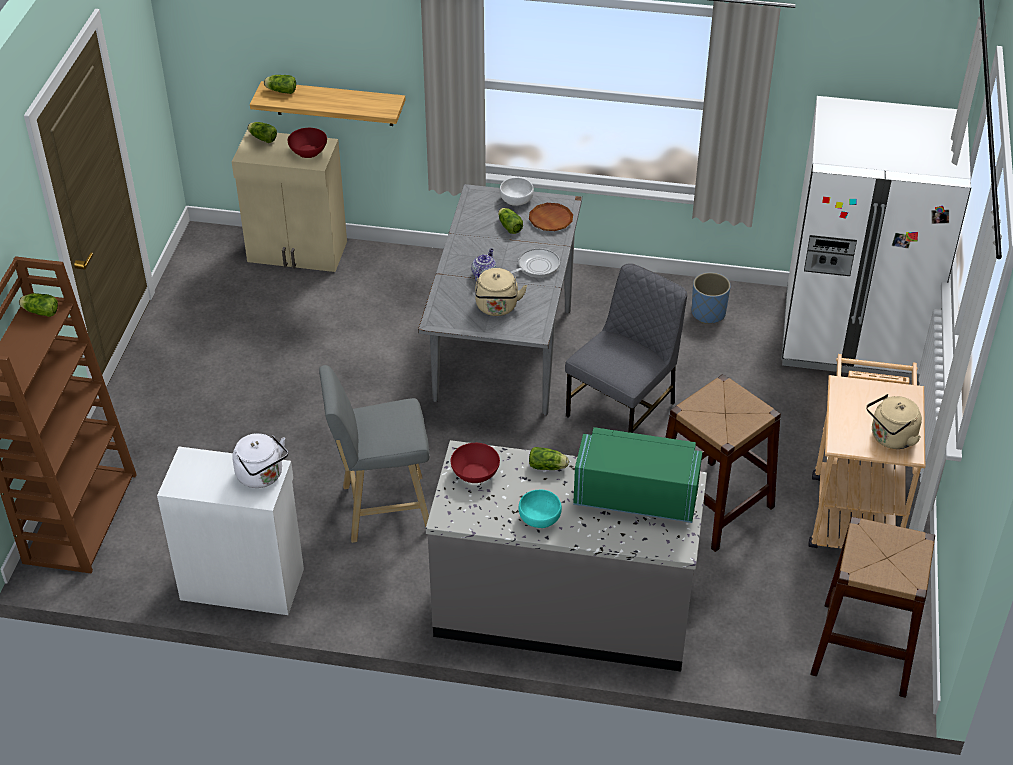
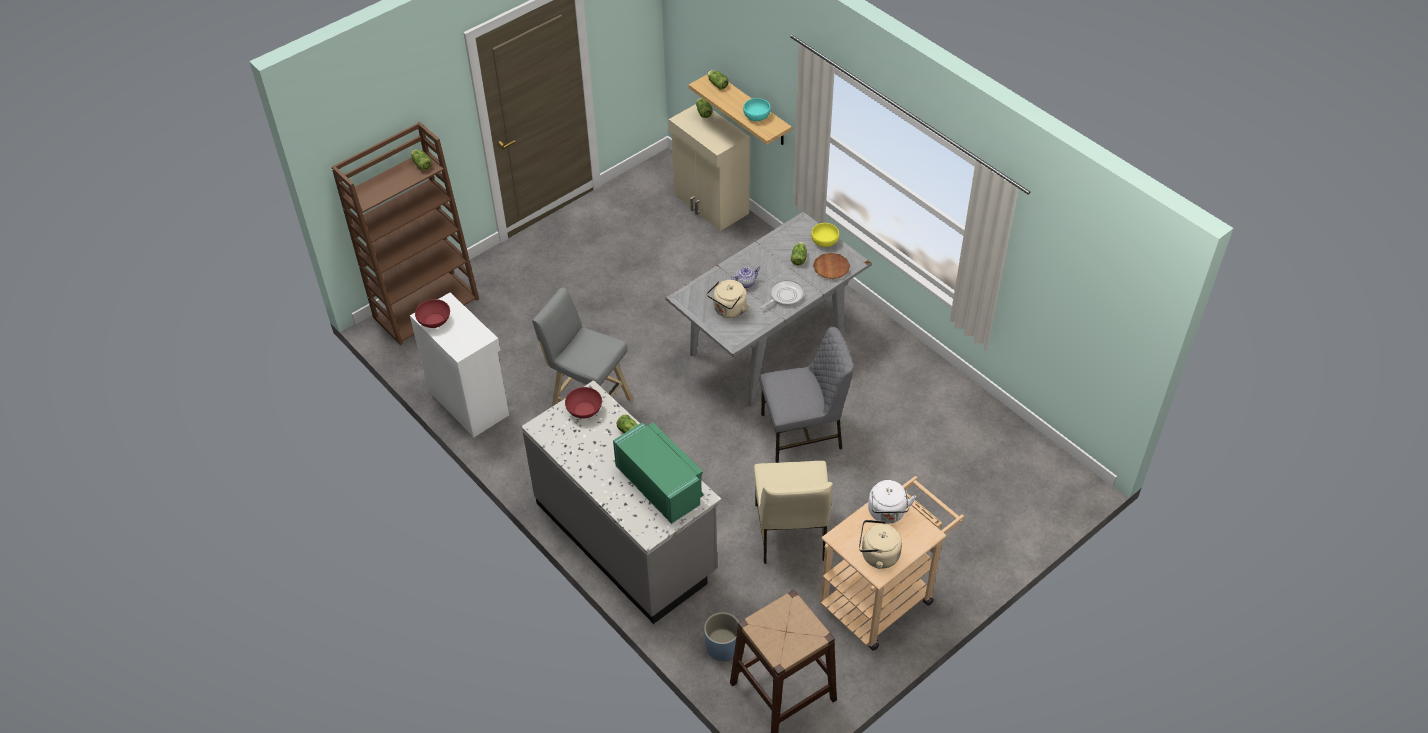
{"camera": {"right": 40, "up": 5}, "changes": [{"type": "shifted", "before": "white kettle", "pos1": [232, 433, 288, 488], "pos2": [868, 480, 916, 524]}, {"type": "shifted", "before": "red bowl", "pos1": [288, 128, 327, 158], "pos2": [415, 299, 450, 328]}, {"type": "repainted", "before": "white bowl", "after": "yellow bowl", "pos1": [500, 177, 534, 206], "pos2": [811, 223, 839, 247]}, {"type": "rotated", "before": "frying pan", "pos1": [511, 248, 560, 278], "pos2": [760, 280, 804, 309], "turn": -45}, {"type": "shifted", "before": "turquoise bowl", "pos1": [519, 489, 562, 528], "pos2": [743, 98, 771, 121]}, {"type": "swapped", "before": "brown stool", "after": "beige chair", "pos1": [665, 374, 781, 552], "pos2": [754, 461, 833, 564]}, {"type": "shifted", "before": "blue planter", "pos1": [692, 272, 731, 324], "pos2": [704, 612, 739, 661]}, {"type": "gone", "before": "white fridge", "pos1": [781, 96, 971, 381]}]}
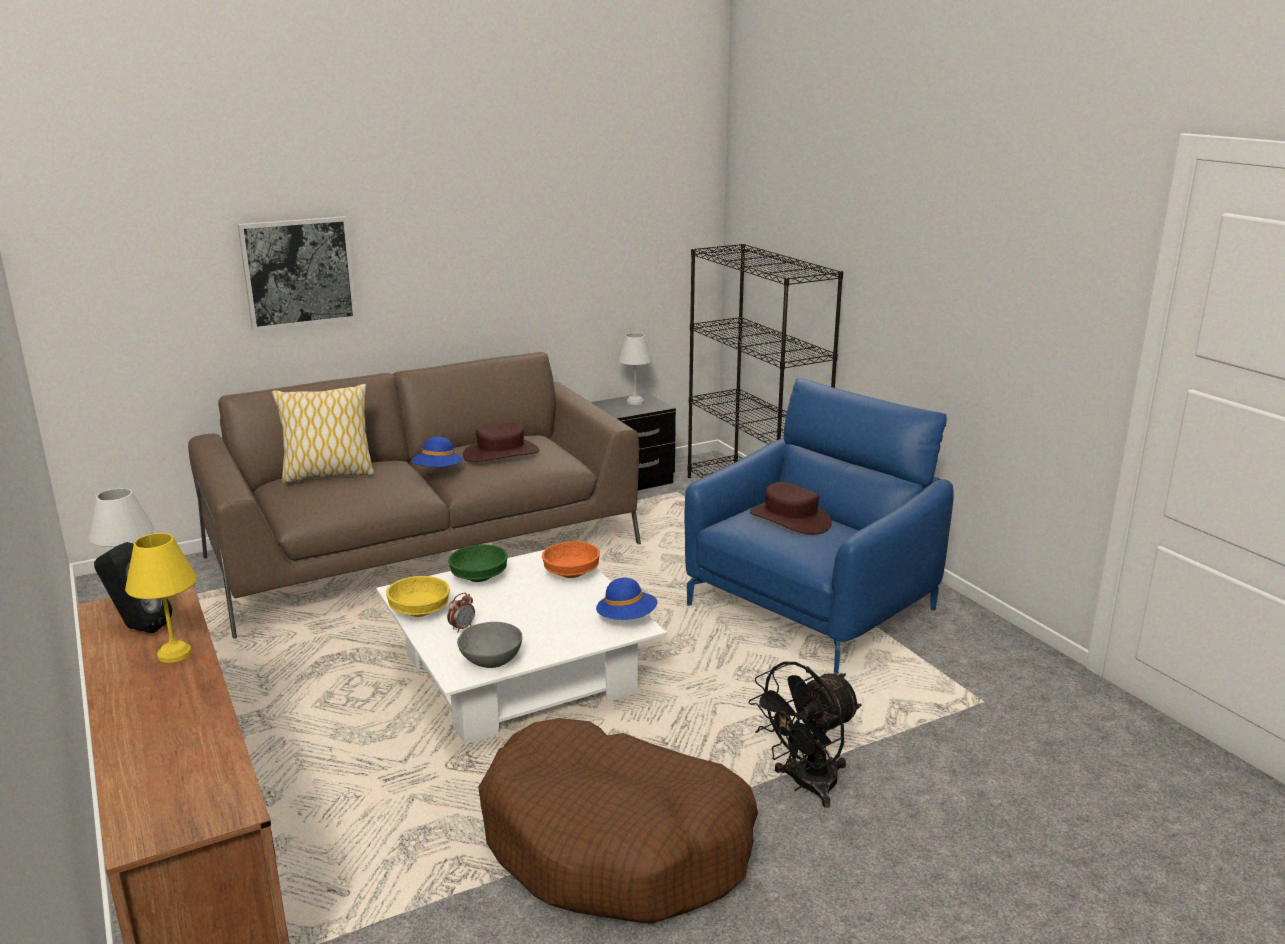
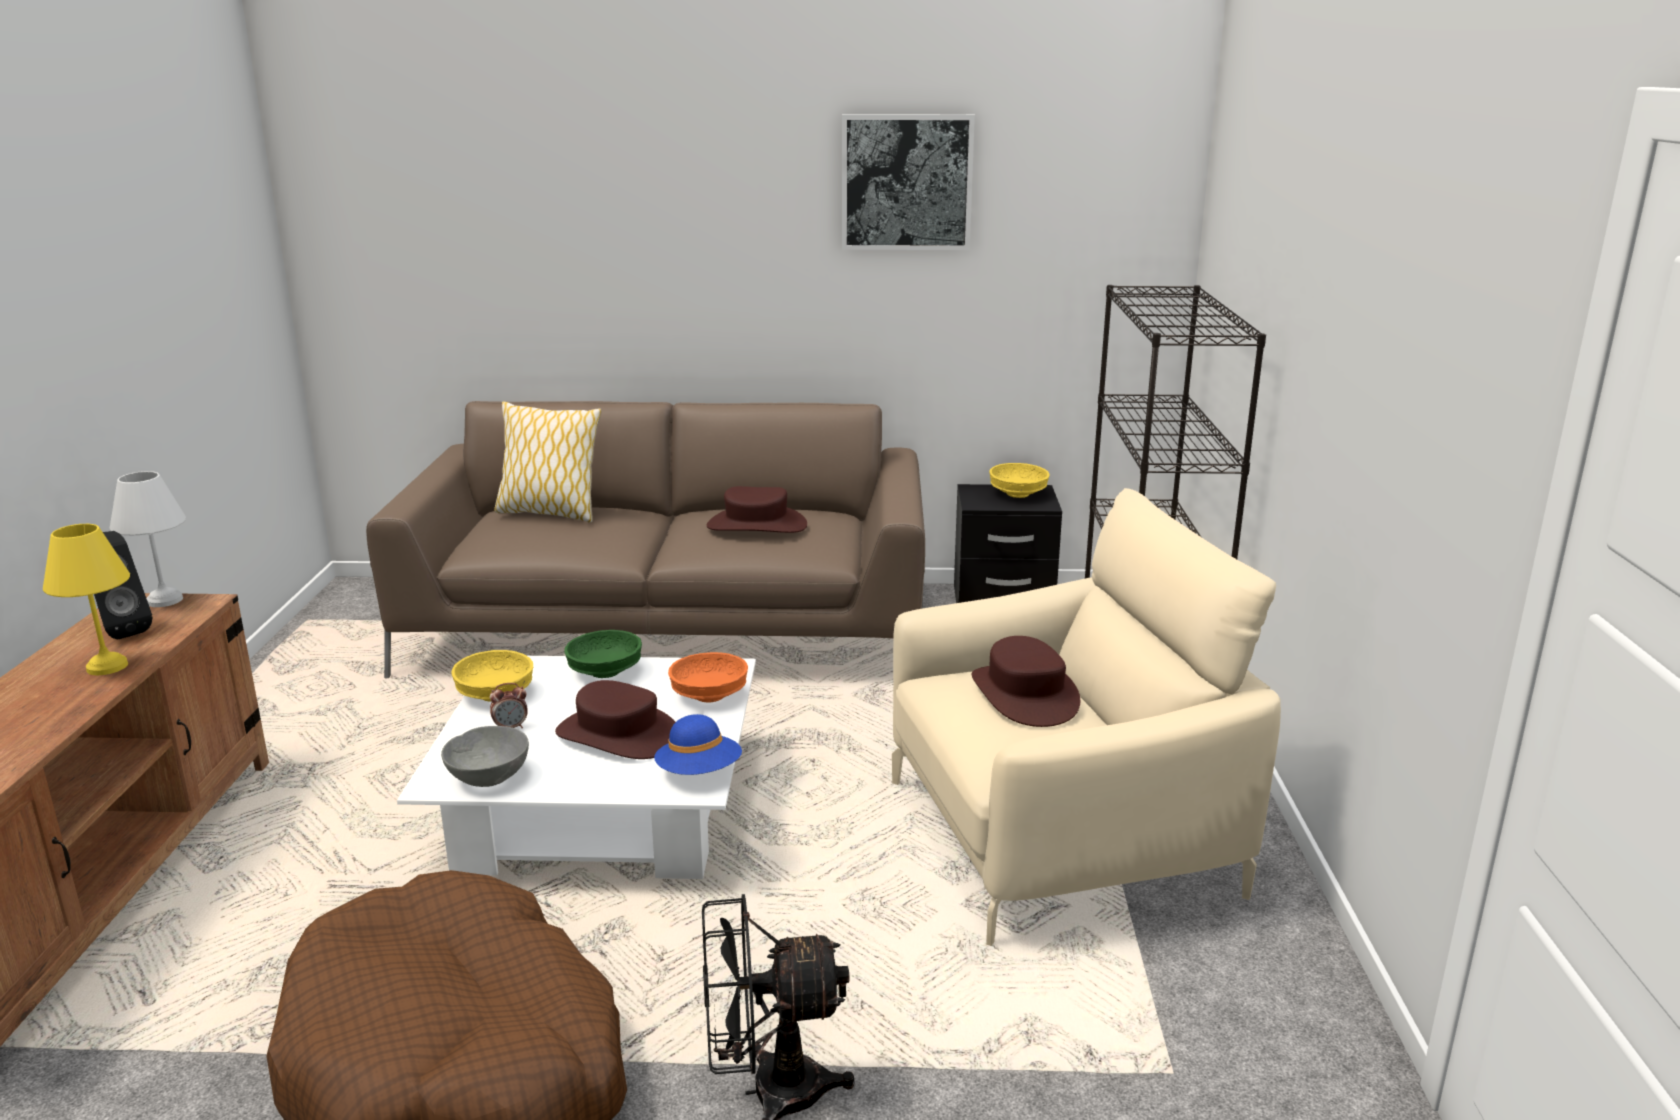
{"camera": {"right": 30, "up": 0}, "changes": [{"type": "shifted", "before": "picture", "pos1": [238, 216, 357, 331], "pos2": [842, 114, 975, 250]}, {"type": "gone", "before": "blue hat", "pos1": [411, 437, 463, 467]}, {"type": "swapped", "before": "white table lamp", "after": "yellow bowl", "pos1": [617, 333, 653, 405], "pos2": [989, 463, 1050, 498]}, {"type": "repainted", "before": "blue armchair", "after": "beige armchair", "pos1": [685, 378, 953, 674], "pos2": [892, 488, 1281, 946]}, {"type": "new", "after": "brown hat", "pos2": [555, 680, 675, 759]}]}
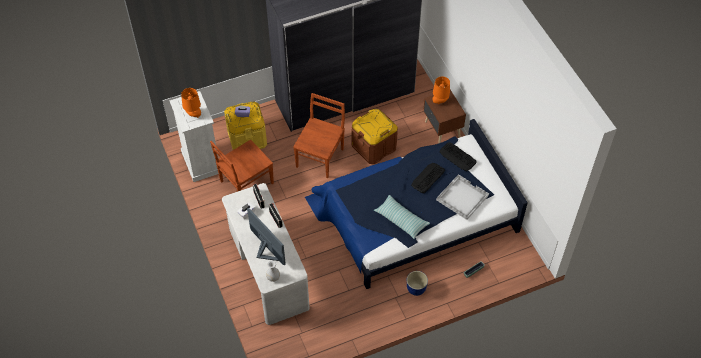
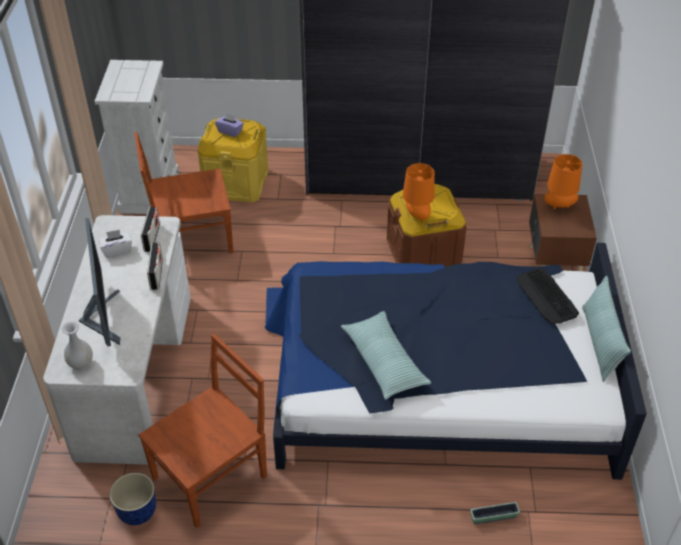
{"camera": {"right": 25, "up": -10}, "changes": [{"type": "shifted", "before": "orange table lamp", "pos1": [181, 88, 201, 118], "pos2": [403, 163, 435, 223]}, {"type": "shifted", "before": "brown chair", "pos1": [293, 93, 345, 178], "pos2": [138, 334, 267, 528]}, {"type": "shifted", "before": "planter", "pos1": [407, 271, 428, 296], "pos2": [109, 473, 156, 525]}, {"type": "gone", "before": "keyboard", "pos1": [411, 163, 445, 193]}, {"type": "gone", "before": "white tray", "pos1": [436, 174, 489, 220]}, {"type": "new", "after": "pillow", "pos2": [582, 276, 631, 382]}]}
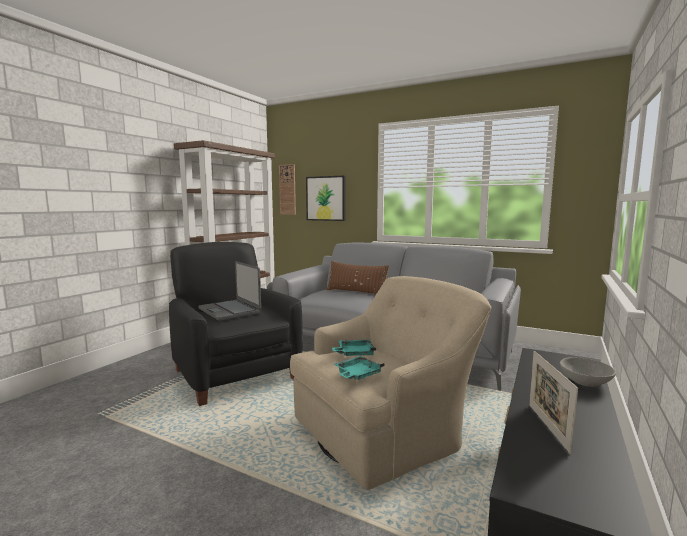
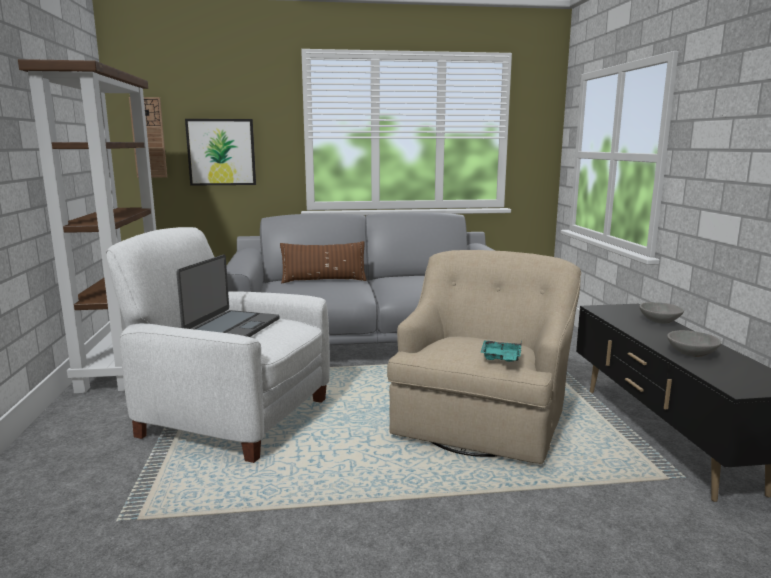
{"camera": {"right": -35, "up": 5}, "changes": [{"type": "repainted", "before": "black armchair", "after": "white armchair", "pos1": [169, 242, 303, 406], "pos2": [106, 227, 330, 463]}, {"type": "rotated", "before": "laptop", "pos1": [198, 261, 261, 321], "pos2": [176, 254, 280, 337], "turn": -90}, {"type": "gone", "before": "turquoise tray", "pos1": [332, 340, 376, 356]}, {"type": "swapped", "before": "picture frame", "after": "grey bowl", "pos1": [529, 351, 578, 454], "pos2": [667, 330, 721, 357]}]}
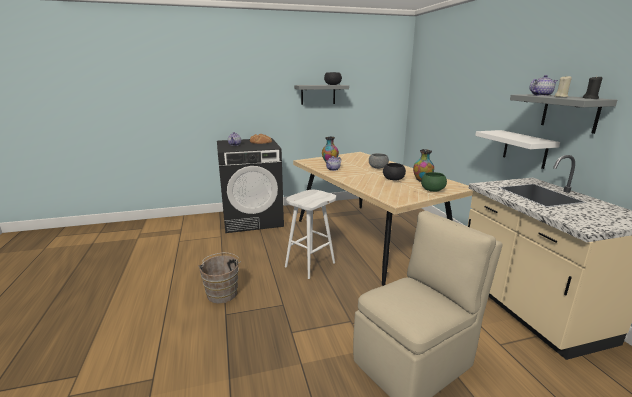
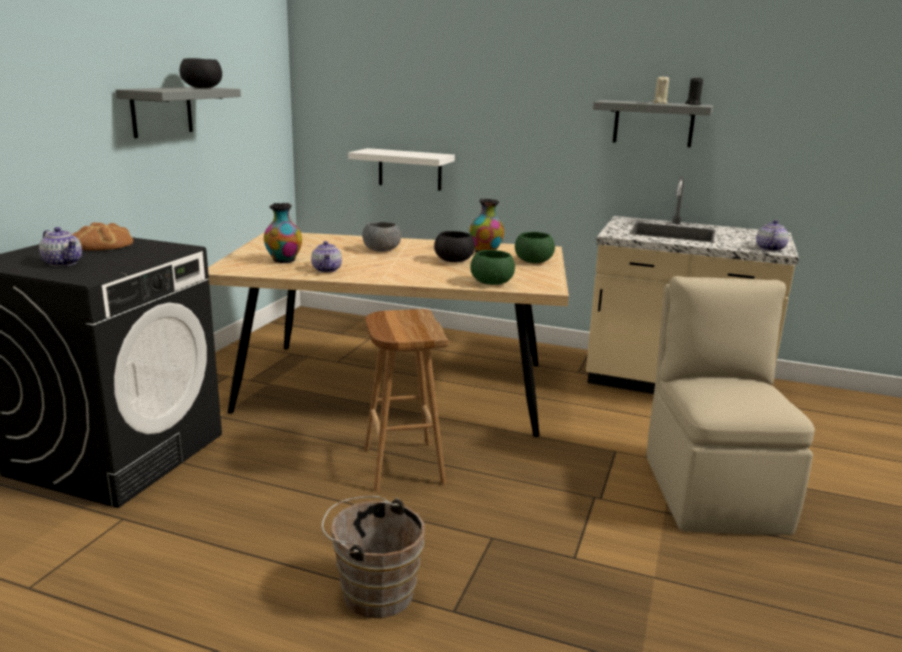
{"camera": {"right": -55, "up": 0}, "changes": [{"type": "repainted", "before": "white stool", "after": "brown stool", "pos1": [285, 190, 336, 279], "pos2": [364, 309, 449, 492]}, {"type": "shifted", "before": "white shelf", "pos1": [475, 130, 560, 169], "pos2": [348, 148, 455, 191]}, {"type": "shifted", "before": "teapot", "pos1": [529, 75, 558, 96], "pos2": [756, 220, 789, 251]}, {"type": "new", "after": "green bowl", "pos2": [470, 250, 515, 285]}]}
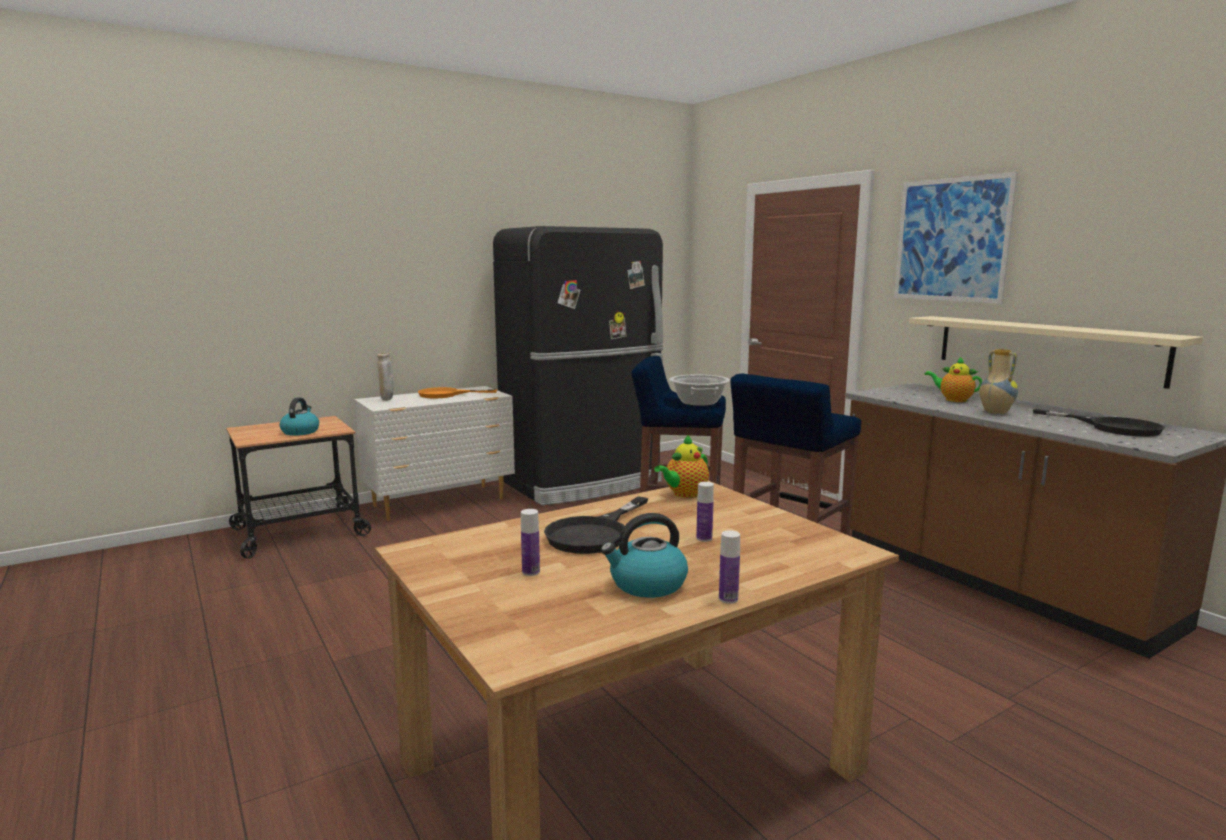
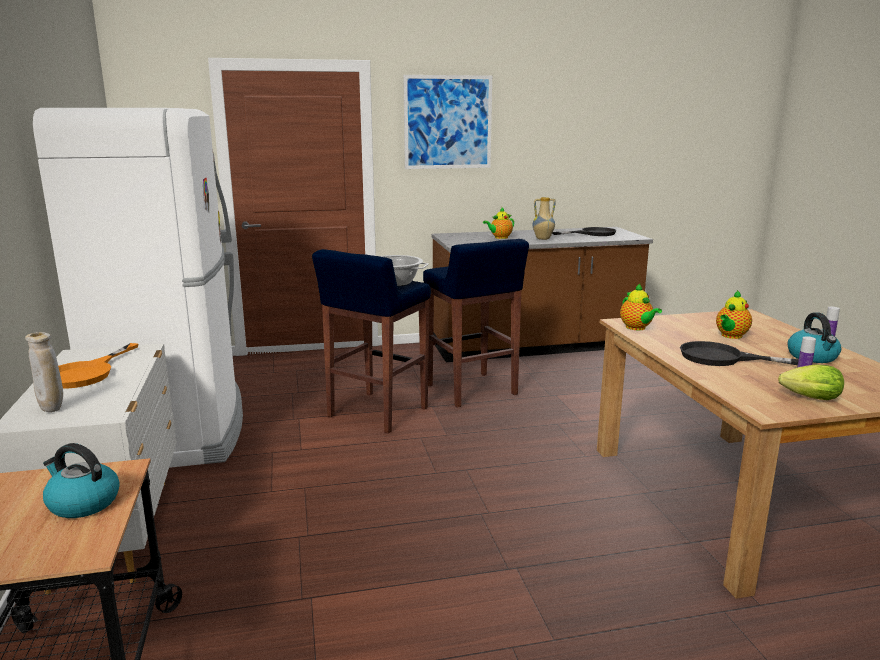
{"camera": {"right": -70, "up": 5}, "changes": [{"type": "repainted", "before": "black fridge", "after": "white fridge", "pos1": [493, 226, 663, 505], "pos2": [33, 108, 243, 468]}, {"type": "rotated", "before": "black frying pan", "pos1": [544, 496, 648, 554], "pos2": [680, 341, 799, 366], "turn": 150}, {"type": "swapped", "before": "bottle", "after": "teapot", "pos1": [696, 482, 714, 542], "pos2": [716, 290, 752, 339]}, {"type": "gone", "before": "beige shelf", "pos1": [909, 316, 1203, 389]}, {"type": "new", "after": "lettuce", "pos2": [778, 364, 844, 400]}]}
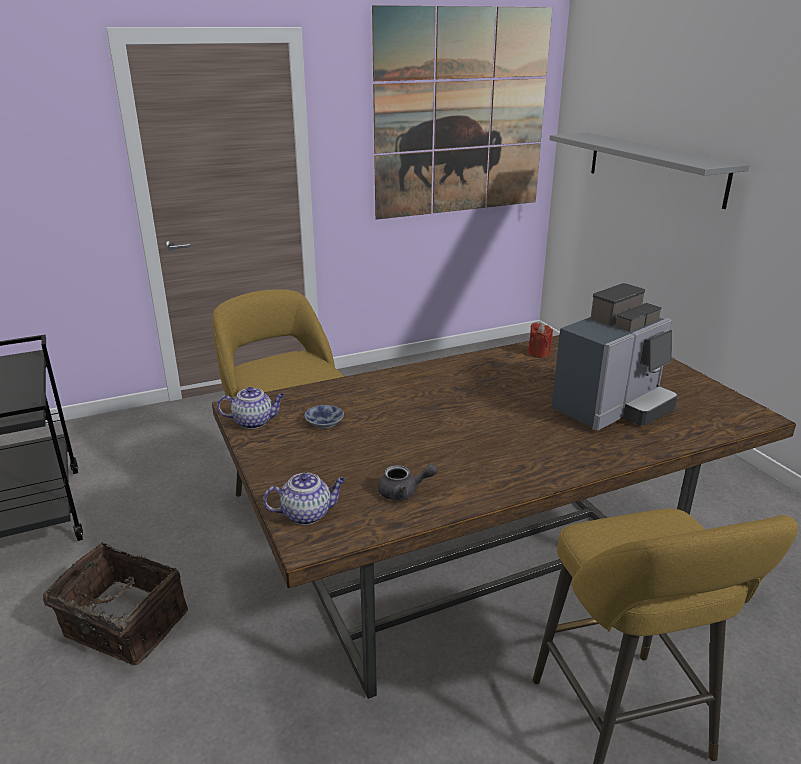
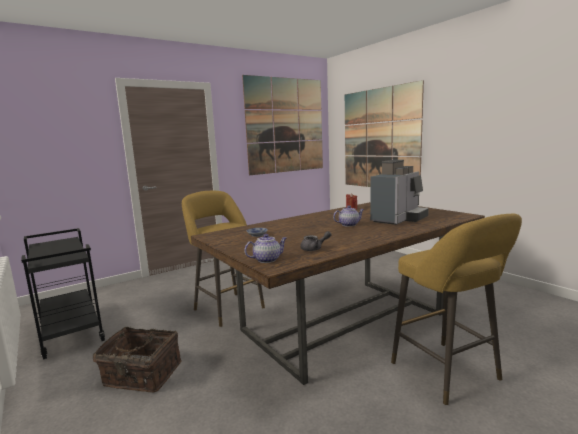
{"camera": {"right": -10, "up": -15}, "changes": [{"type": "shifted", "before": "teapot", "pos1": [217, 387, 285, 429], "pos2": [333, 205, 364, 227]}, {"type": "swapped", "before": "grey shelf", "after": "picture", "pos1": [549, 133, 750, 209], "pos2": [345, 80, 424, 187]}]}
